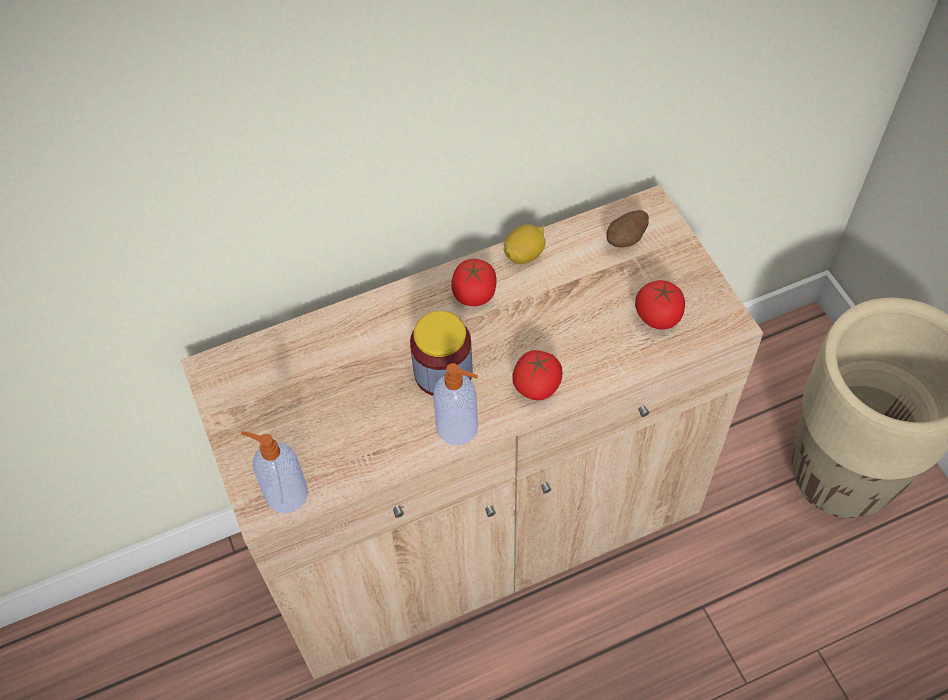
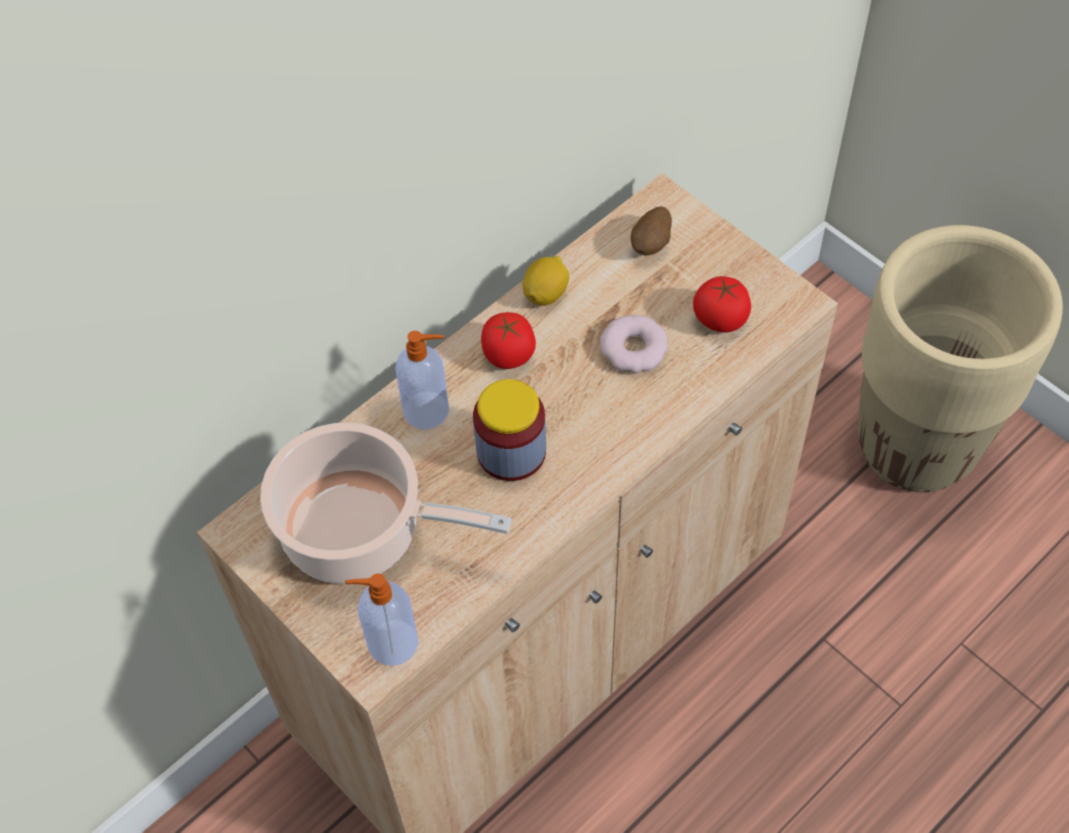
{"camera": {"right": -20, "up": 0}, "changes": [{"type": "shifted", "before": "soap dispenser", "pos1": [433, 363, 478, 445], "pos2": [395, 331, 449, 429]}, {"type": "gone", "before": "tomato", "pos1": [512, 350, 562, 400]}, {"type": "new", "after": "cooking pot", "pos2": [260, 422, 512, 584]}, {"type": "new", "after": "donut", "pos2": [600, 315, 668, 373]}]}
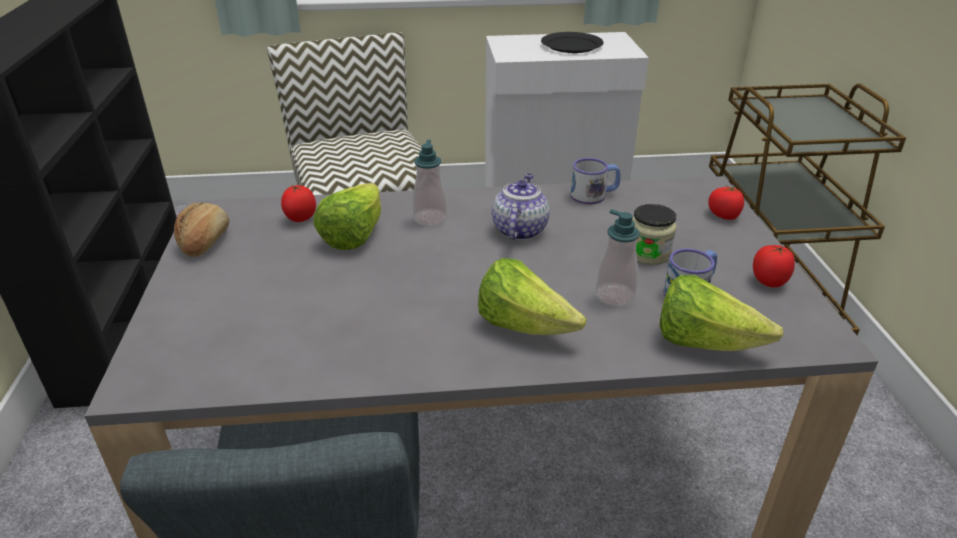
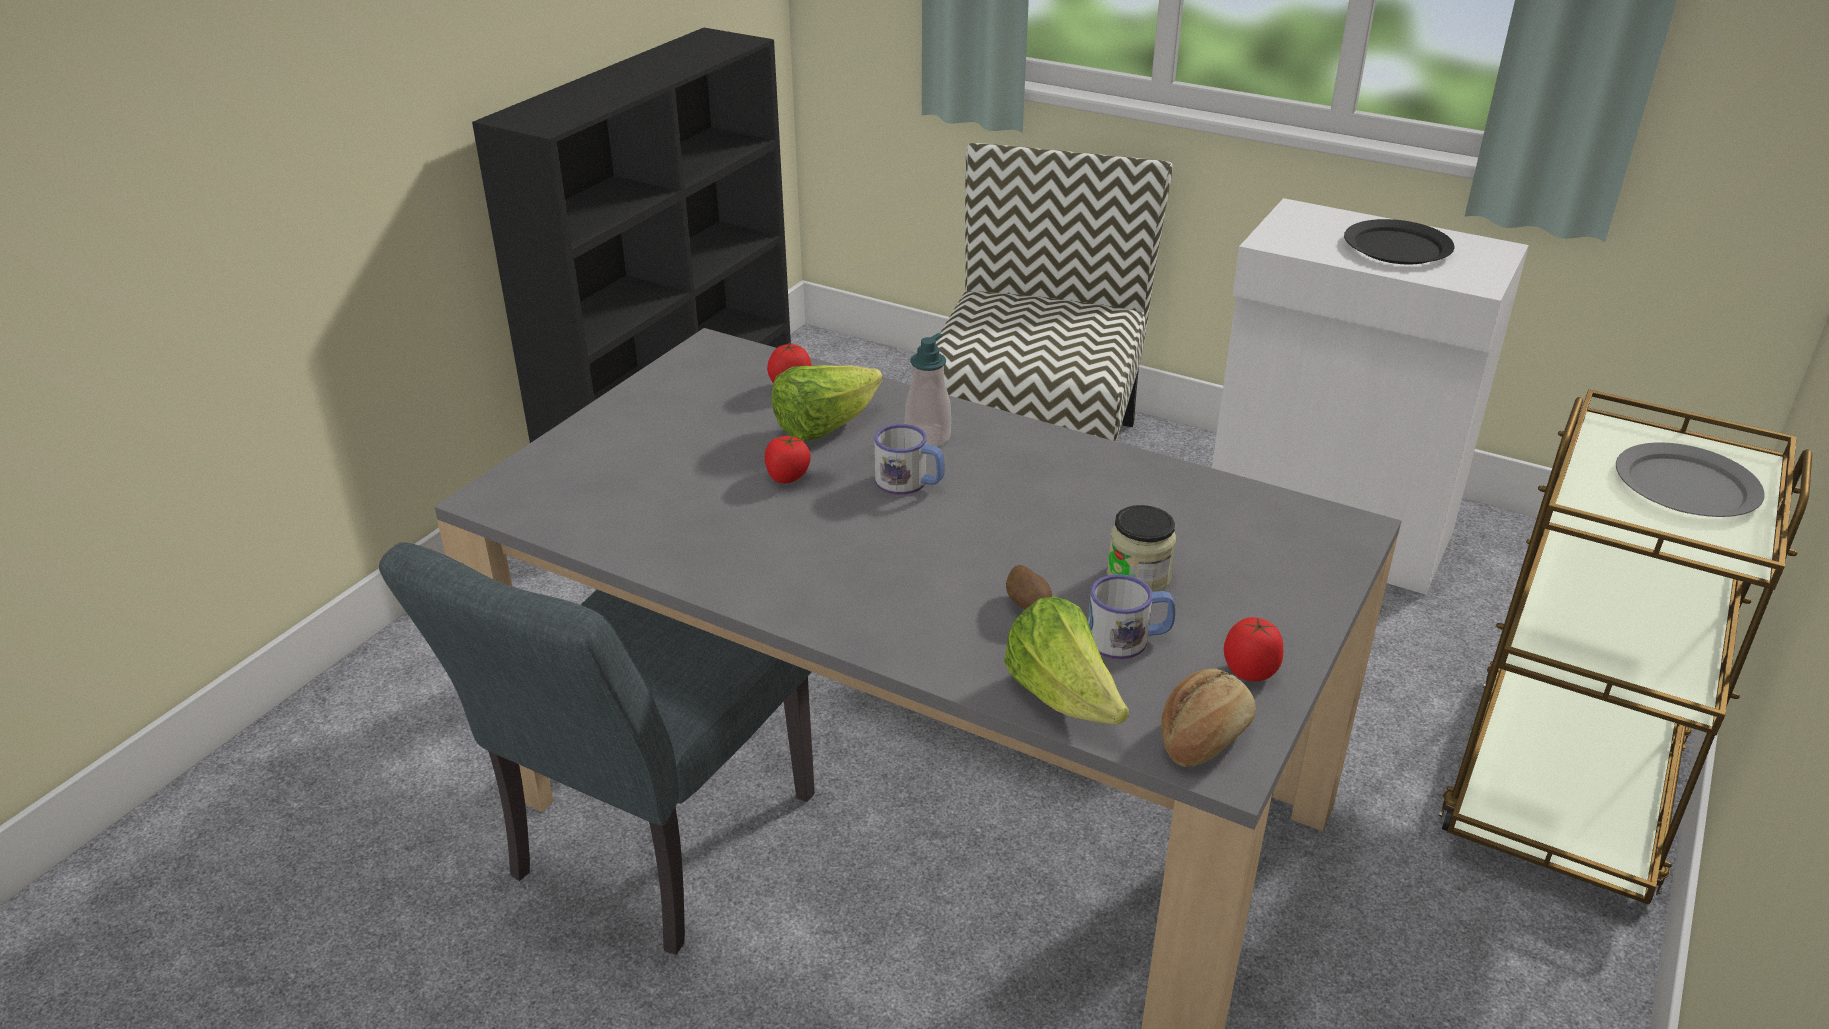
{"camera": {"right": 35, "up": 0}, "changes": [{"type": "shifted", "before": "bread", "pos1": [174, 202, 229, 257], "pos2": [1161, 669, 1256, 767]}, {"type": "gone", "before": "lettuce", "pos1": [478, 258, 587, 335]}, {"type": "gone", "before": "teapot", "pos1": [492, 174, 550, 240]}, {"type": "shifted", "before": "mug", "pos1": [571, 158, 621, 204], "pos2": [875, 424, 945, 495]}, {"type": "swapped", "before": "soap dispenser", "after": "potato", "pos1": [595, 209, 640, 307], "pos2": [1006, 565, 1052, 609]}, {"type": "shifted", "before": "tomato", "pos1": [708, 186, 744, 220], "pos2": [765, 434, 811, 484]}, {"type": "new", "after": "grey plate", "pos2": [1616, 442, 1765, 517]}]}
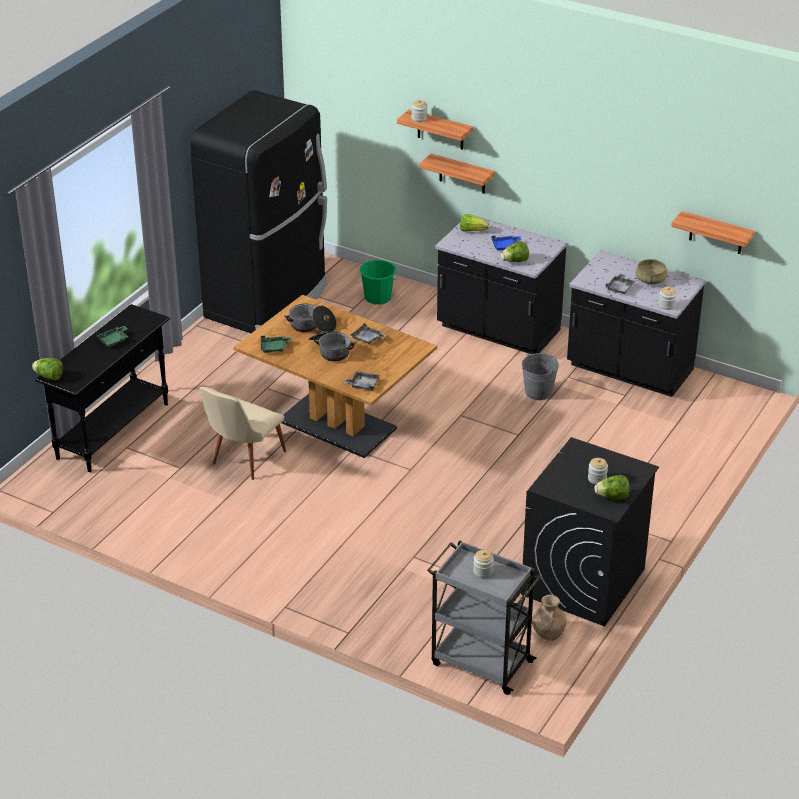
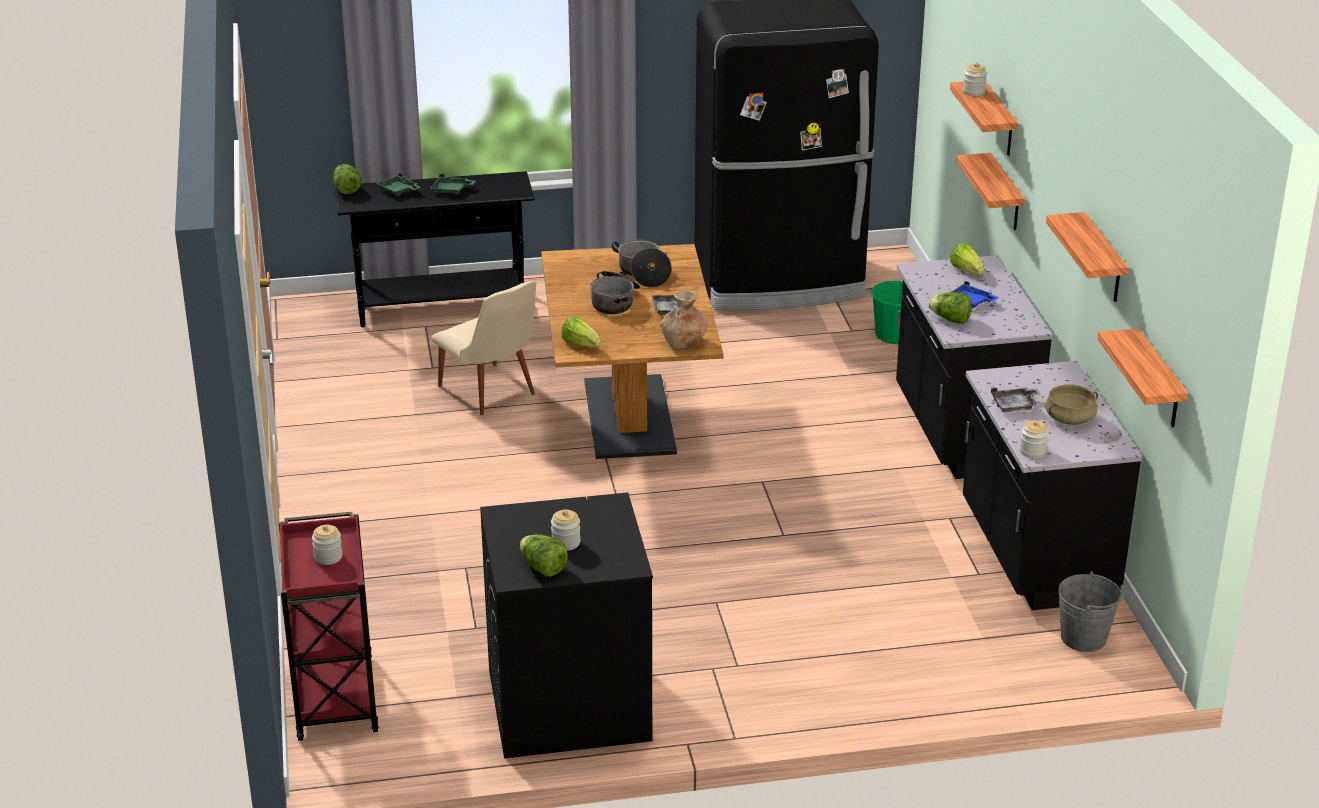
{"camera": {"right": 50, "up": -5}, "changes": [{"type": "rotated", "before": "beige chair", "pos1": [200, 387, 286, 480], "pos2": [432, 281, 536, 415], "turn": -120}, {"type": "shifted", "before": "green tray", "pos1": [261, 336, 292, 353], "pos2": [376, 173, 421, 196]}, {"type": "swapped", "before": "grey tray", "after": "lettuce", "pos1": [344, 371, 380, 391], "pos2": [561, 317, 601, 347]}, {"type": "repainted", "before": "grey cart", "after": "red cart", "pos1": [427, 540, 541, 695], "pos2": [279, 512, 379, 741]}, {"type": "shifted", "before": "grey bucket", "pos1": [522, 353, 559, 400], "pos2": [1058, 571, 1123, 652]}, {"type": "shifted", "before": "brown vase", "pos1": [532, 595, 567, 641], "pos2": [660, 290, 709, 349]}, {"type": "new", "after": "shelf", "pos2": [1046, 212, 1129, 302]}]}
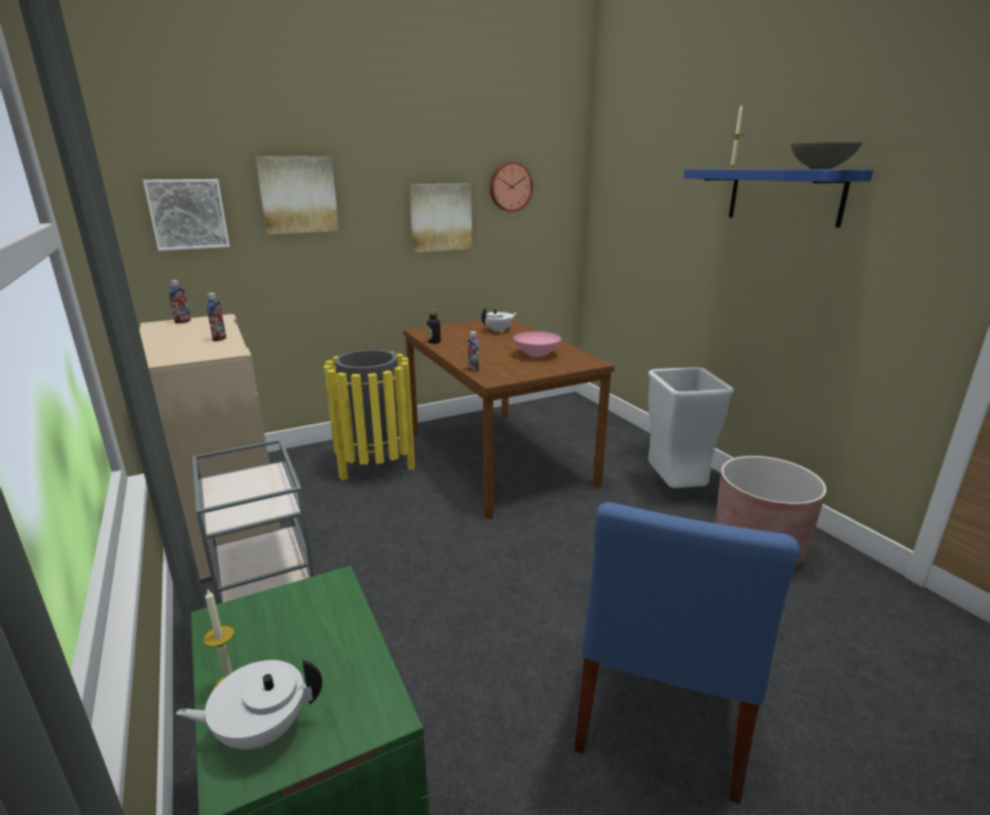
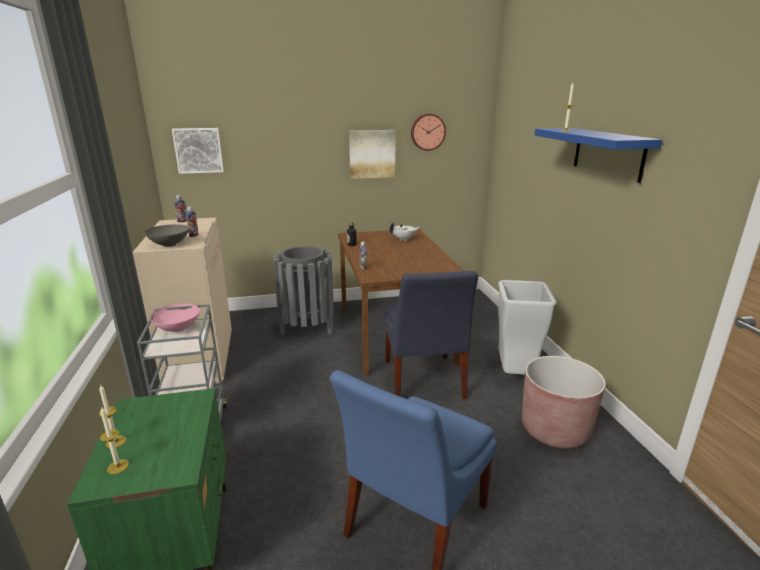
{"camera": {"right": 15, "up": 0}, "changes": [{"type": "swapped", "before": "white teapot", "after": "candle", "pos1": [176, 660, 322, 750], "pos2": [100, 406, 129, 474]}, {"type": "gone", "before": "picture", "pos1": [255, 156, 339, 234]}, {"type": "repainted", "before": "yellow trash can", "after": "grey trash can", "pos1": [324, 349, 415, 481], "pos2": [273, 246, 334, 336]}, {"type": "shifted", "before": "pink bowl", "pos1": [514, 331, 562, 357], "pos2": [150, 304, 200, 332]}, {"type": "shifted", "before": "grey bowl", "pos1": [791, 142, 862, 169], "pos2": [144, 224, 189, 247]}, {"type": "new", "after": "blue chair", "pos2": [384, 271, 478, 399]}]}
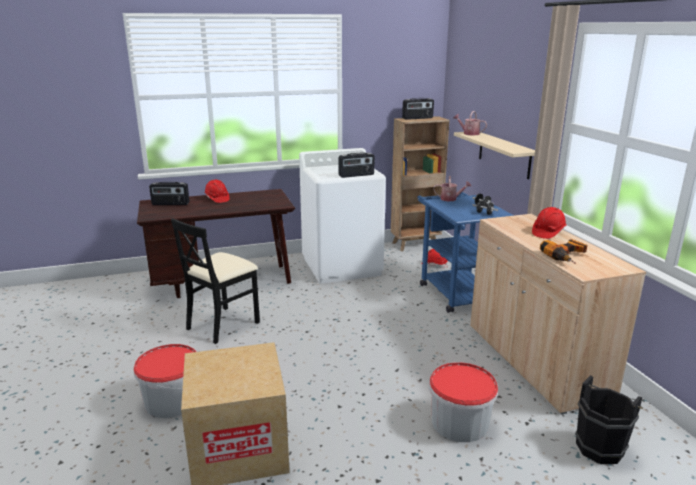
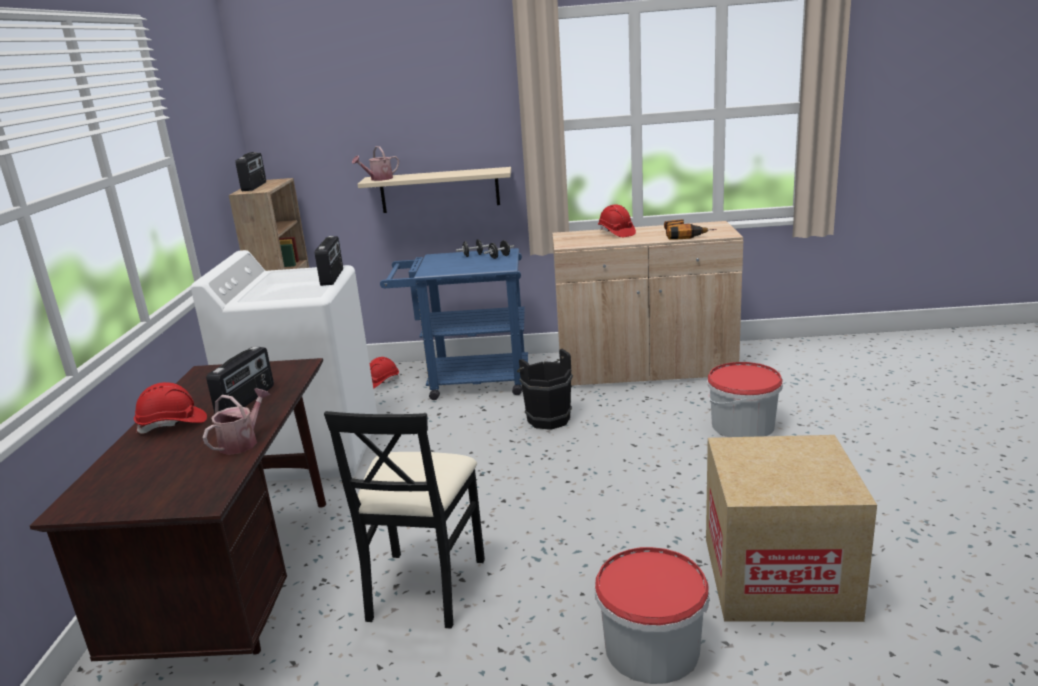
{"camera": {"right": -70, "up": 0}, "changes": [{"type": "shifted", "before": "radio", "pos1": [149, 182, 189, 205], "pos2": [206, 346, 274, 413]}, {"type": "rotated", "before": "black chair", "pos1": [171, 218, 260, 344], "pos2": [324, 411, 485, 629], "turn": 45}, {"type": "shifted", "before": "watering can", "pos1": [433, 176, 471, 201], "pos2": [203, 389, 271, 455]}, {"type": "shifted", "before": "black bucket", "pos1": [575, 375, 643, 464], "pos2": [517, 349, 573, 430]}]}
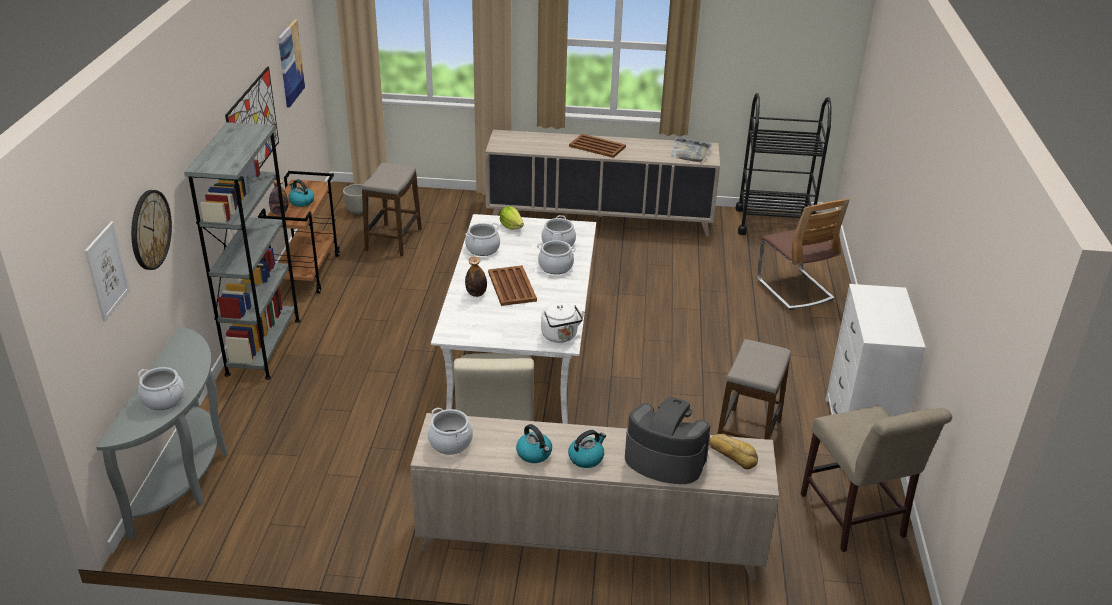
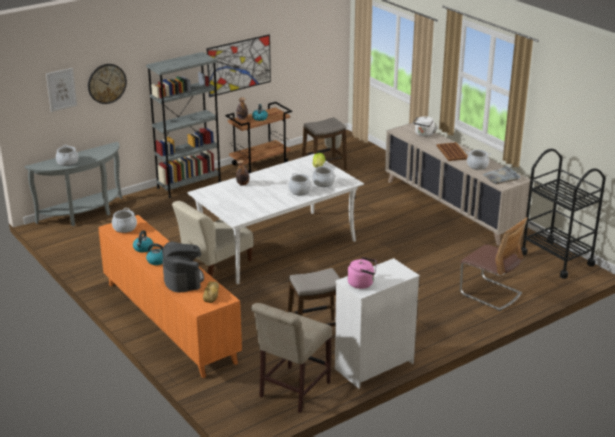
{"camera": {"right": 50, "up": -5}, "changes": [{"type": "gone", "before": "picture", "pos1": [278, 19, 305, 108]}, {"type": "repainted", "before": "beige cabinet", "after": "orange cabinet", "pos1": [411, 413, 779, 580], "pos2": [99, 215, 242, 378]}, {"type": "shifted", "before": "cooking pot", "pos1": [465, 223, 500, 256], "pos2": [466, 150, 491, 170]}, {"type": "gone", "before": "brown tray", "pos1": [488, 265, 537, 306]}, {"type": "shifted", "before": "white kettle", "pos1": [541, 302, 585, 343], "pos2": [413, 116, 438, 137]}, {"type": "rotated", "before": "chair", "pos1": [757, 199, 850, 310], "pos2": [460, 217, 527, 311], "turn": -75}, {"type": "new", "after": "pink kettle", "pos2": [347, 257, 377, 289]}]}
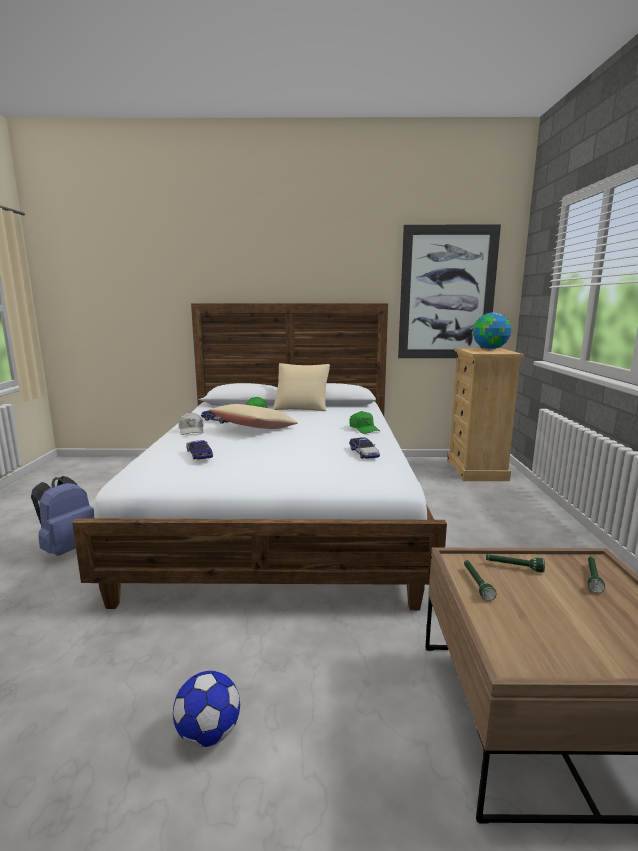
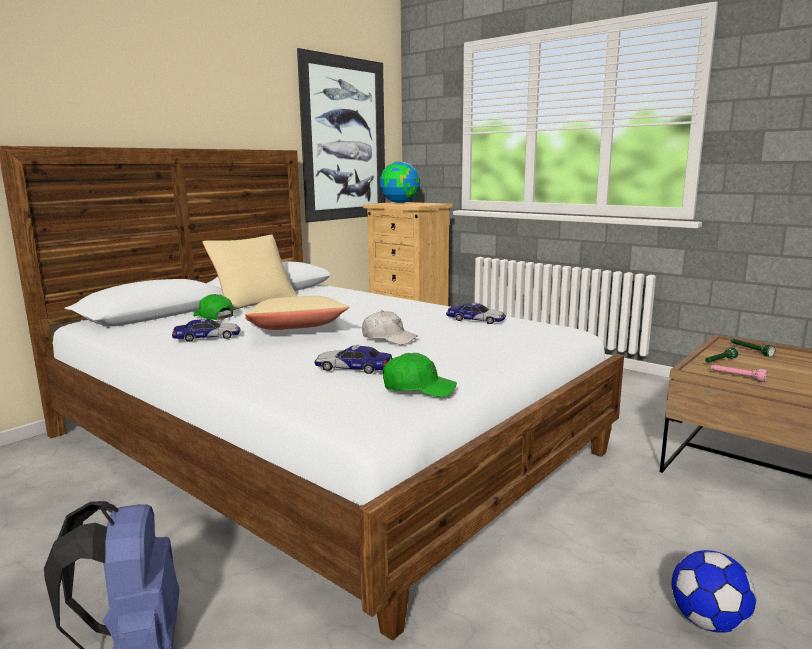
{"camera": {"right": -50, "up": 0}, "changes": [{"type": "shifted", "before": "white cap", "pos1": [179, 412, 204, 435], "pos2": [362, 311, 418, 345]}, {"type": "shifted", "before": "green cap", "pos1": [349, 411, 380, 434], "pos2": [383, 353, 457, 397]}, {"type": "repainted", "before": "green flashlight", "after": "pink flashlight", "pos1": [464, 560, 496, 601], "pos2": [711, 365, 768, 382]}]}
